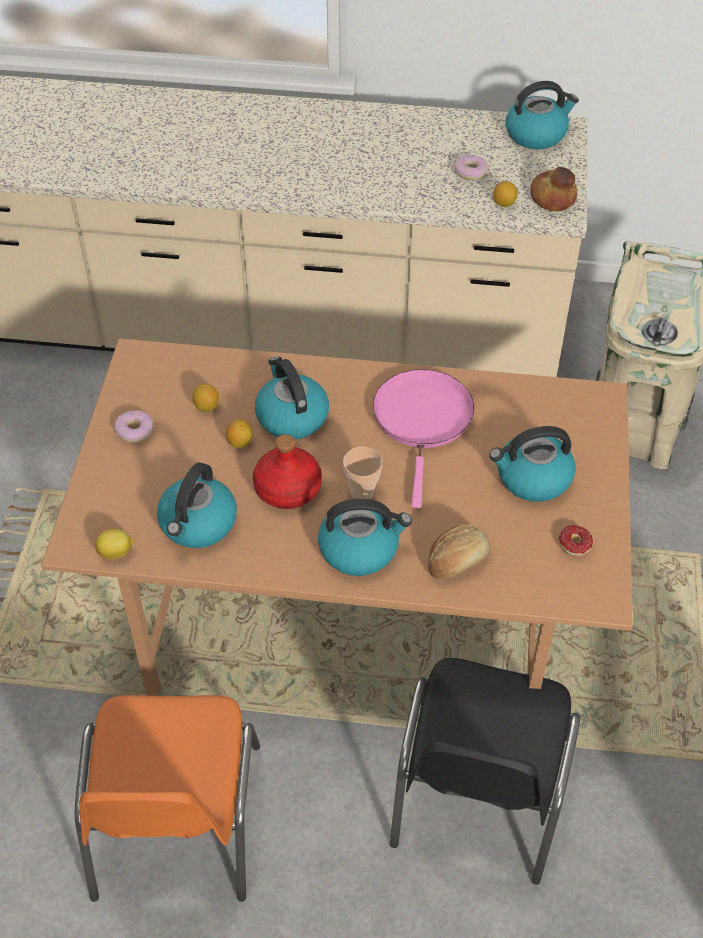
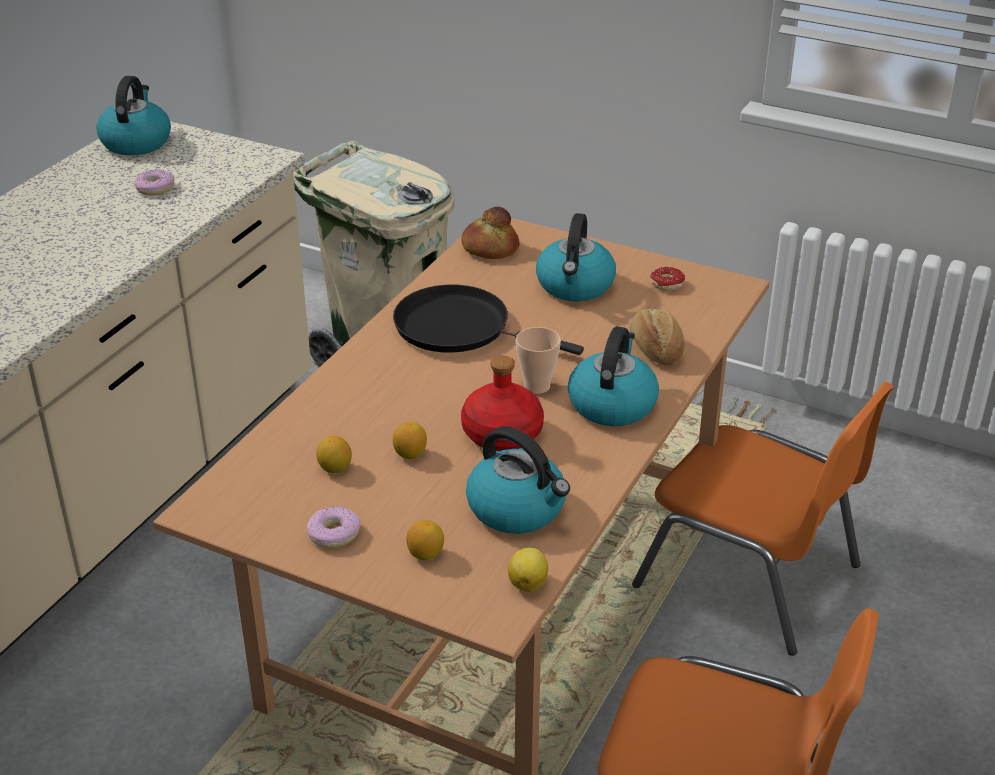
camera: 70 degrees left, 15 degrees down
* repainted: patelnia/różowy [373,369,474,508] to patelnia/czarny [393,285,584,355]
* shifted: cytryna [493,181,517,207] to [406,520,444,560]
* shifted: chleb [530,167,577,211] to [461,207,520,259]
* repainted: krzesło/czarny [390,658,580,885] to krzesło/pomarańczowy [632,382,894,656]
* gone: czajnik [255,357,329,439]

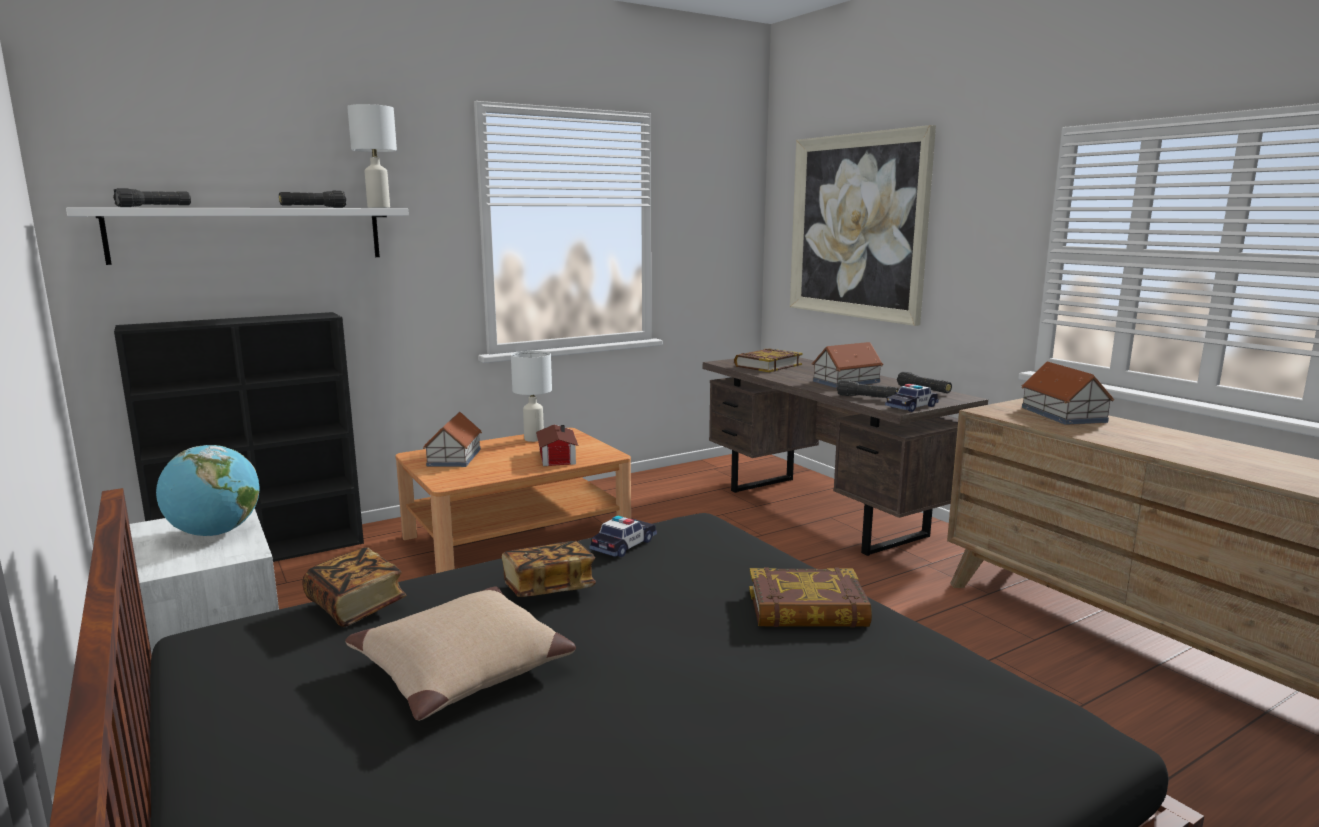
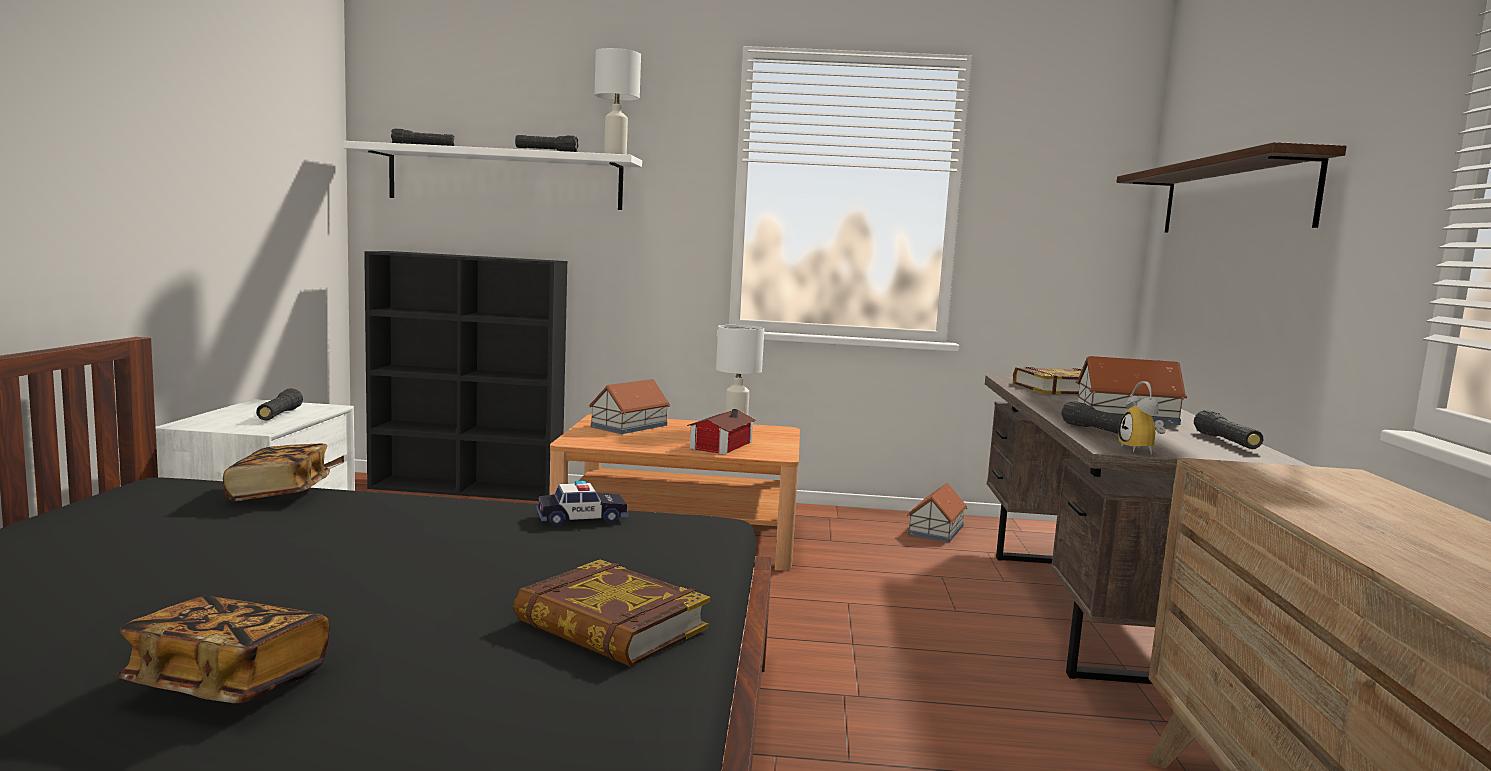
camera: 35 degrees right, 5 degrees down
* shifted: książka [502,541,596,597] to [117,596,330,703]
* swapped: globus [156,445,259,536] to latarka/czarny [256,388,303,421]
* shifted: domek [1021,361,1114,425] to [907,483,967,543]
* swapped: obraz [790,125,936,326] to półka [1116,142,1347,233]
* swapped: samochodzik [885,384,939,412] to budzik [1118,381,1166,454]
* gone: poduszka/beżowy [345,586,576,721]

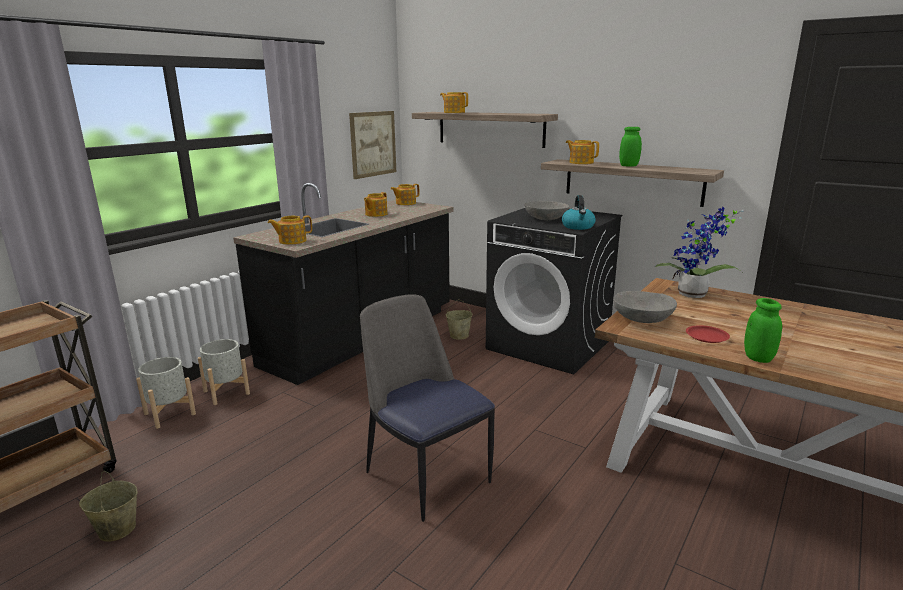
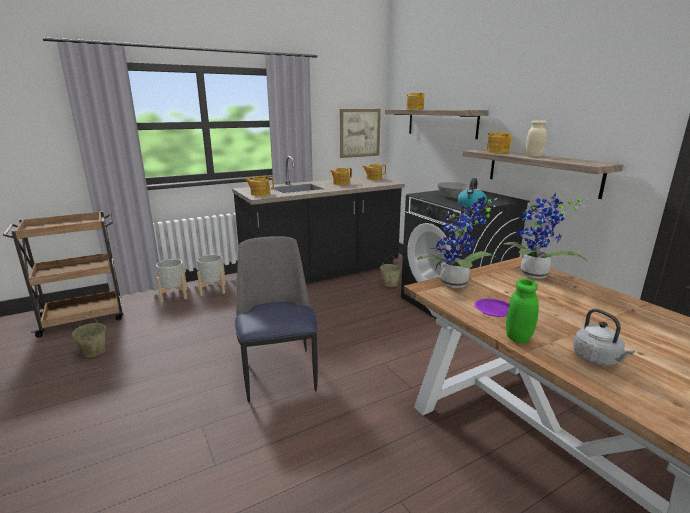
camera: 25 degrees right, 0 degrees up
* swapped: miska/szary [613,291,677,323] to roślina doniczkowa [417,196,497,288]
* repainted: talerz/czerwony [686,325,730,343] to talerz/fioletowy [474,299,510,317]
* repainted: słoik/zielony [619,127,642,167] to słoik/beżowy [525,120,547,157]
* new: czajnik/szary [573,309,635,366]

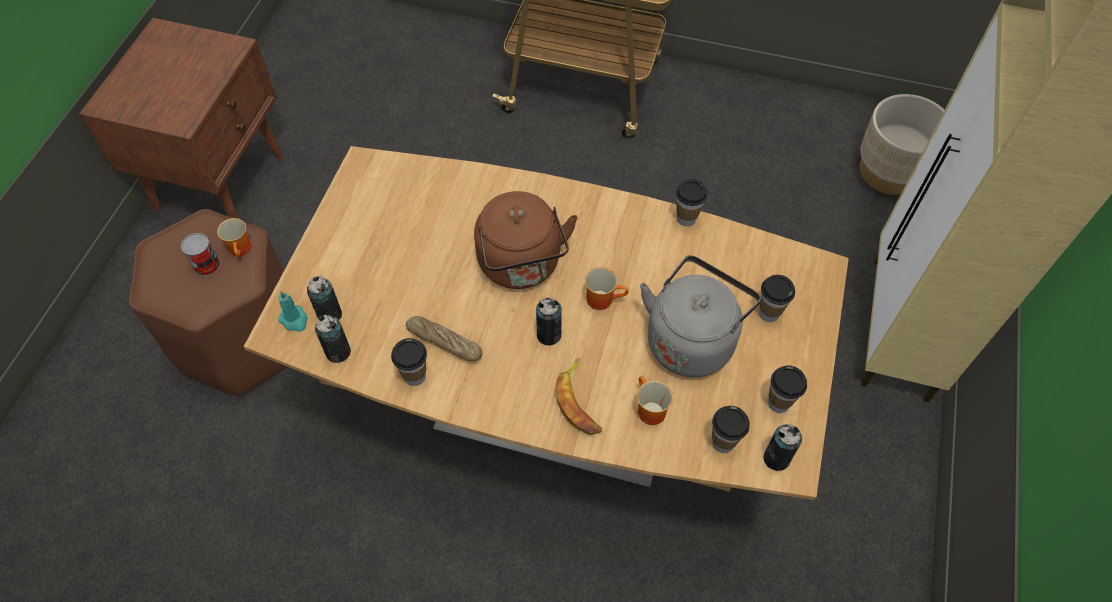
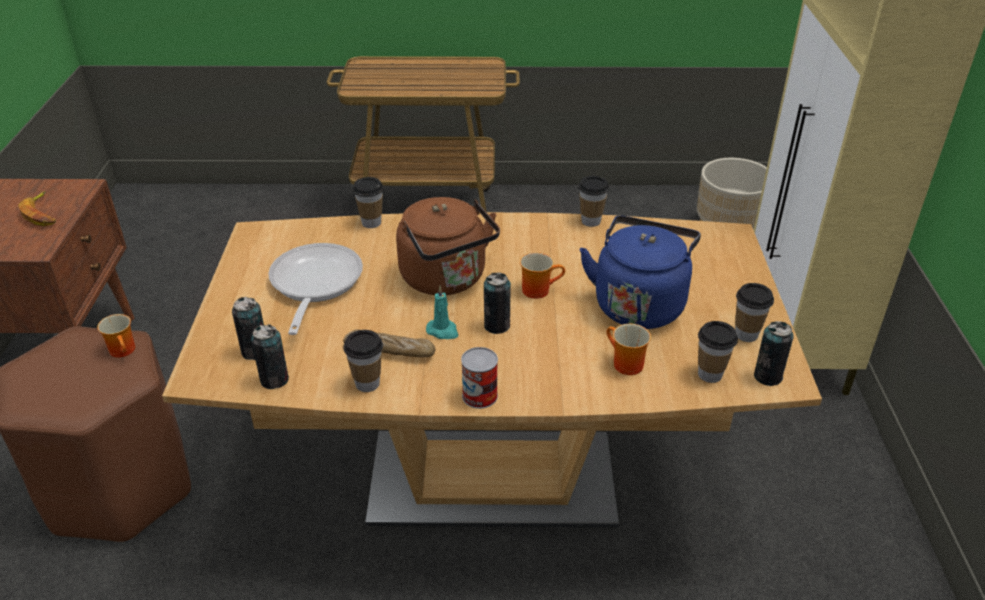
camera: 15 degrees left, 20 degrees down
* shifted: banan [555,358,602,434] to [18,191,56,226]
* new: patelnia [268,243,363,335]
* shifted: filiżanka [759,275,795,322] to [352,177,384,228]
* shifted: świeca/turkusowy [278,291,308,332] to [426,286,458,339]
* shifted: puszka [181,233,220,276] to [461,347,498,409]
* repainted: czajnik/szary [640,255,761,377] to czajnik/niebieski [580,216,701,329]

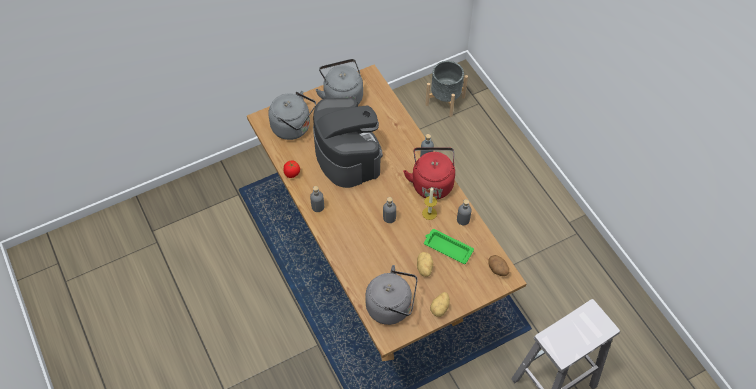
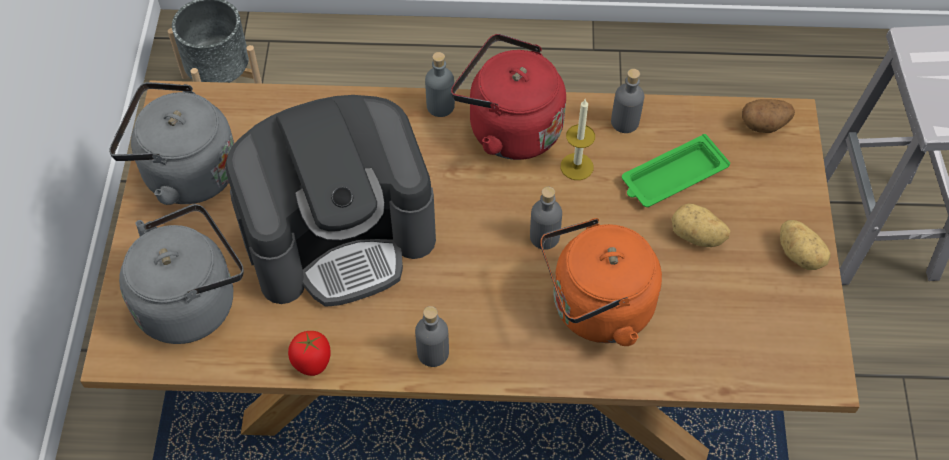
camera: 60 degrees left, 0 degrees up
* rotated: ekspres do kawy [313,97,383,188] = [225,95,436,307] 150 degrees clockwise
* new: czajnik/pomarańczowy [540,218,662,346]
* gone: czajnik/szary [365,265,418,325]

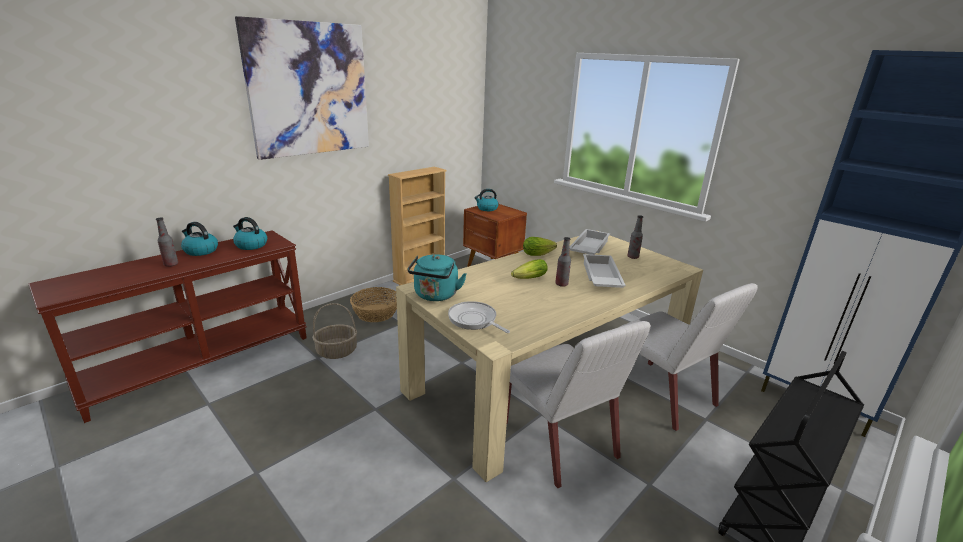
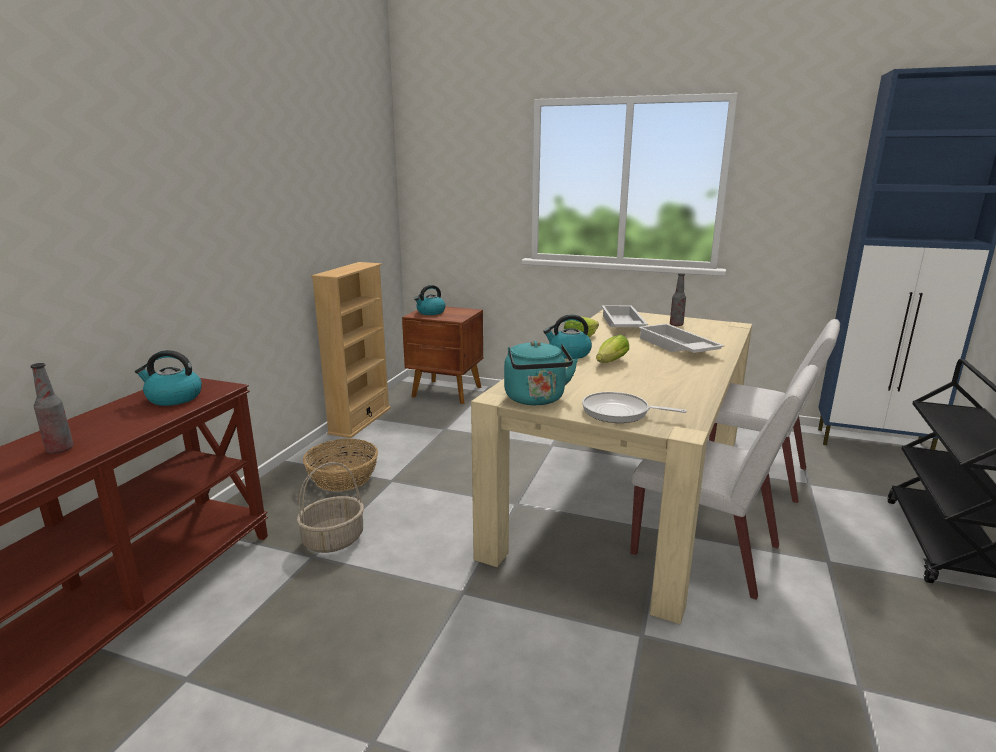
camera: 25 degrees left, 5 degrees down
* shifted: czajnik [181,222,218,256] to [543,314,592,359]
* gone: obraz [235,16,369,160]
* gone: butelka [555,237,571,287]

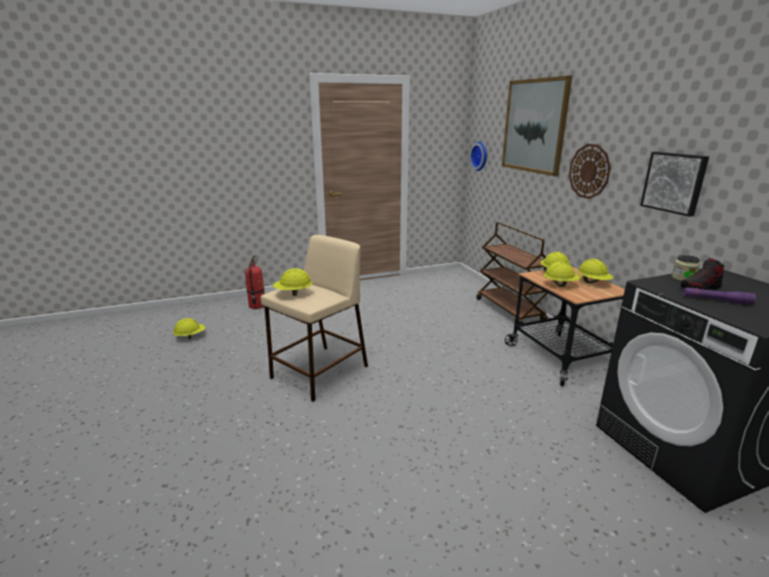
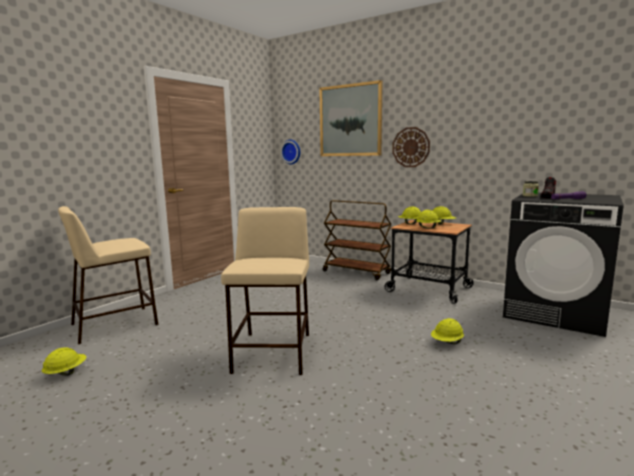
camera: 35 degrees left, 10 degrees down
* swapped: gaśnica [245,255,265,309] to stołek/beżowy [58,206,158,344]
* shifted: kask/żółty [273,268,313,296] to [431,318,464,344]
* gone: obraz [640,152,709,217]

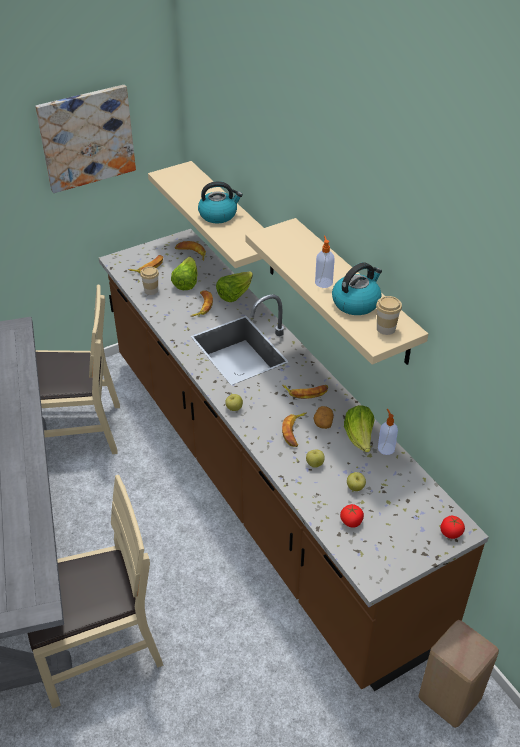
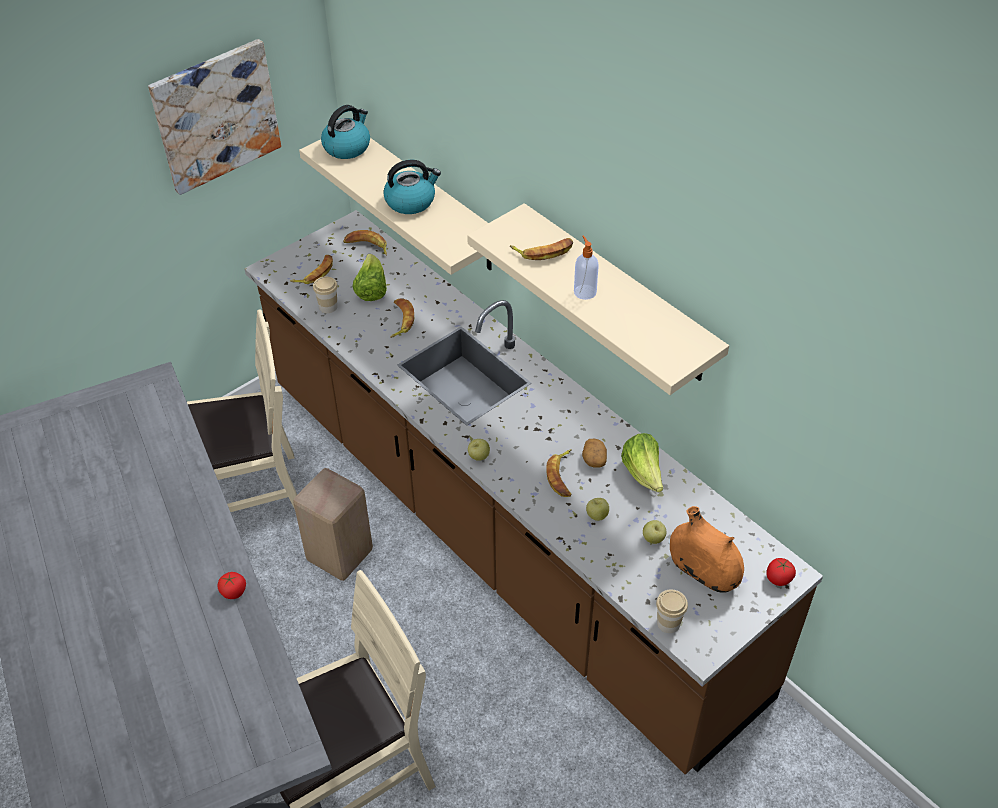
camera: 10 degrees left, 5 degrees up
* shifted: pomidor [340,504,364,528] to [218,572,246,599]
* shifted: stołek/beżowy [418,620,499,728] to [293,468,373,581]
* shifted: czajnik [332,262,382,315] to [321,105,370,159]
* shifted: banan [282,385,328,399] to [510,238,573,260]
* shifted: filiżanka [376,296,402,335] to [656,589,688,633]
* new: wazon/pomarańczowy [670,506,744,593]
* gone: sałata [216,271,253,302]
* gone: dozownik mydła [378,409,398,455]

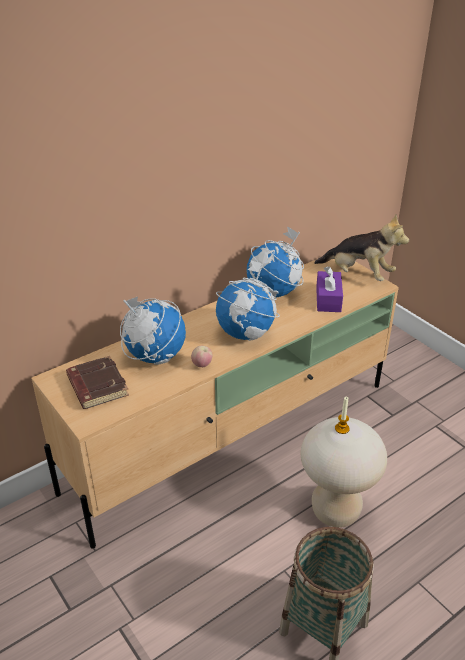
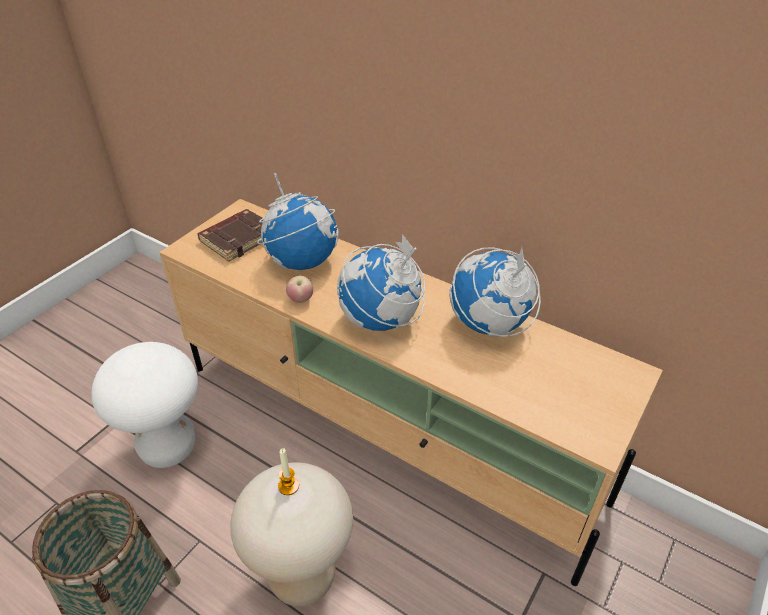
camera: 70 degrees right, 5 degrees up
* new: stołek/biały [91,342,198,468]
* gone: pluszak [314,214,409,281]
* gone: pudełko chusteczek/fioletowy [316,266,343,312]

